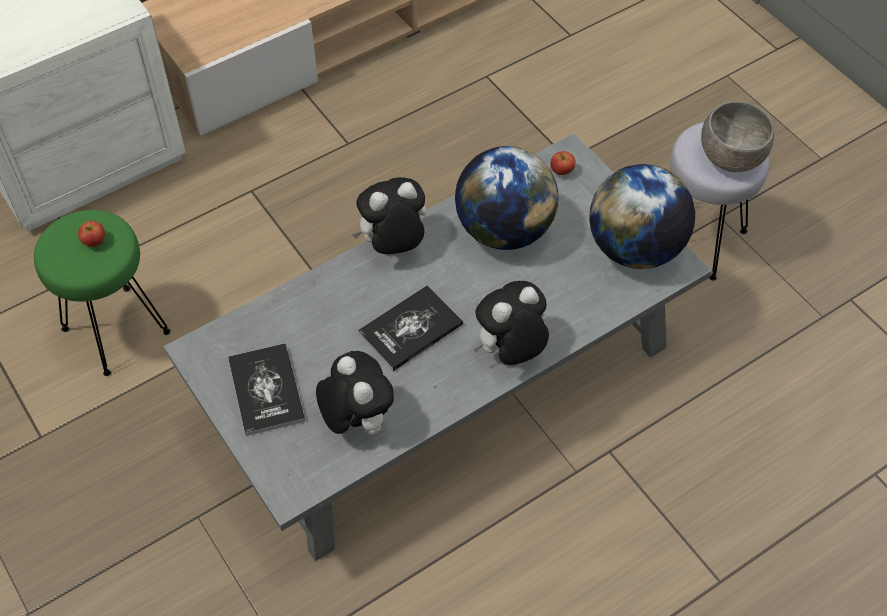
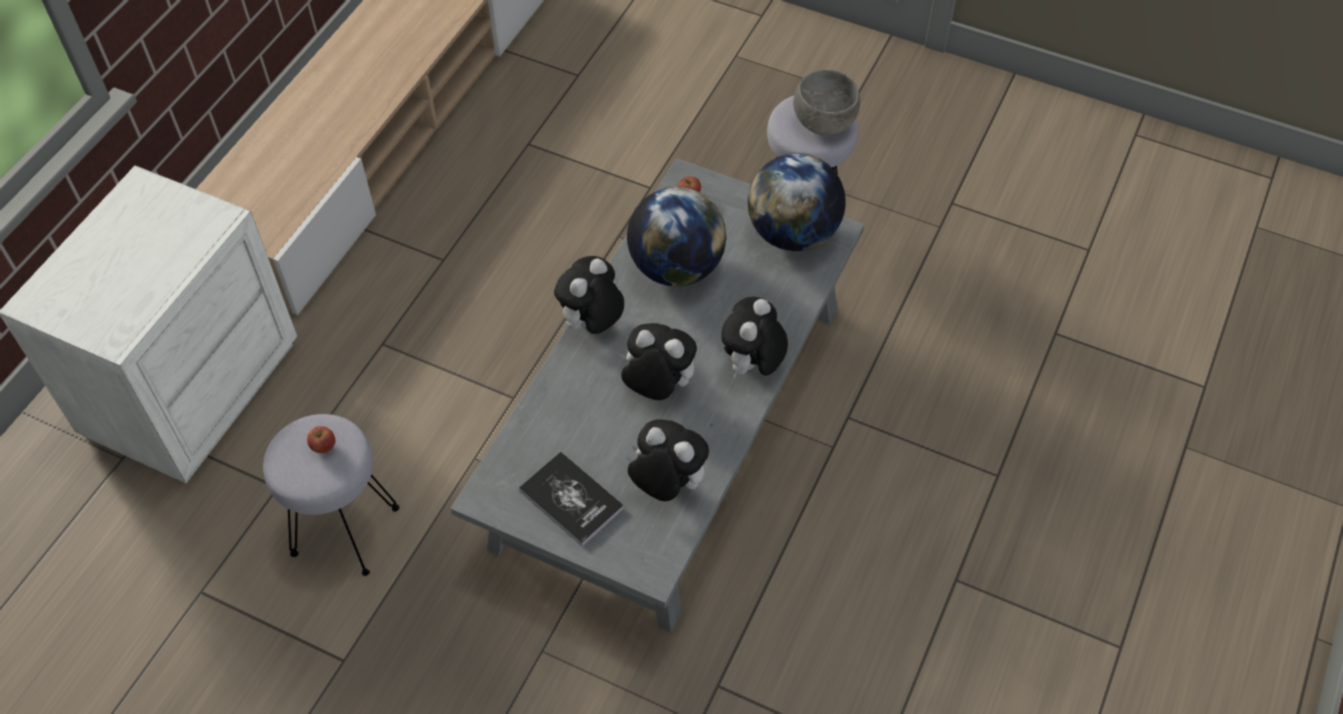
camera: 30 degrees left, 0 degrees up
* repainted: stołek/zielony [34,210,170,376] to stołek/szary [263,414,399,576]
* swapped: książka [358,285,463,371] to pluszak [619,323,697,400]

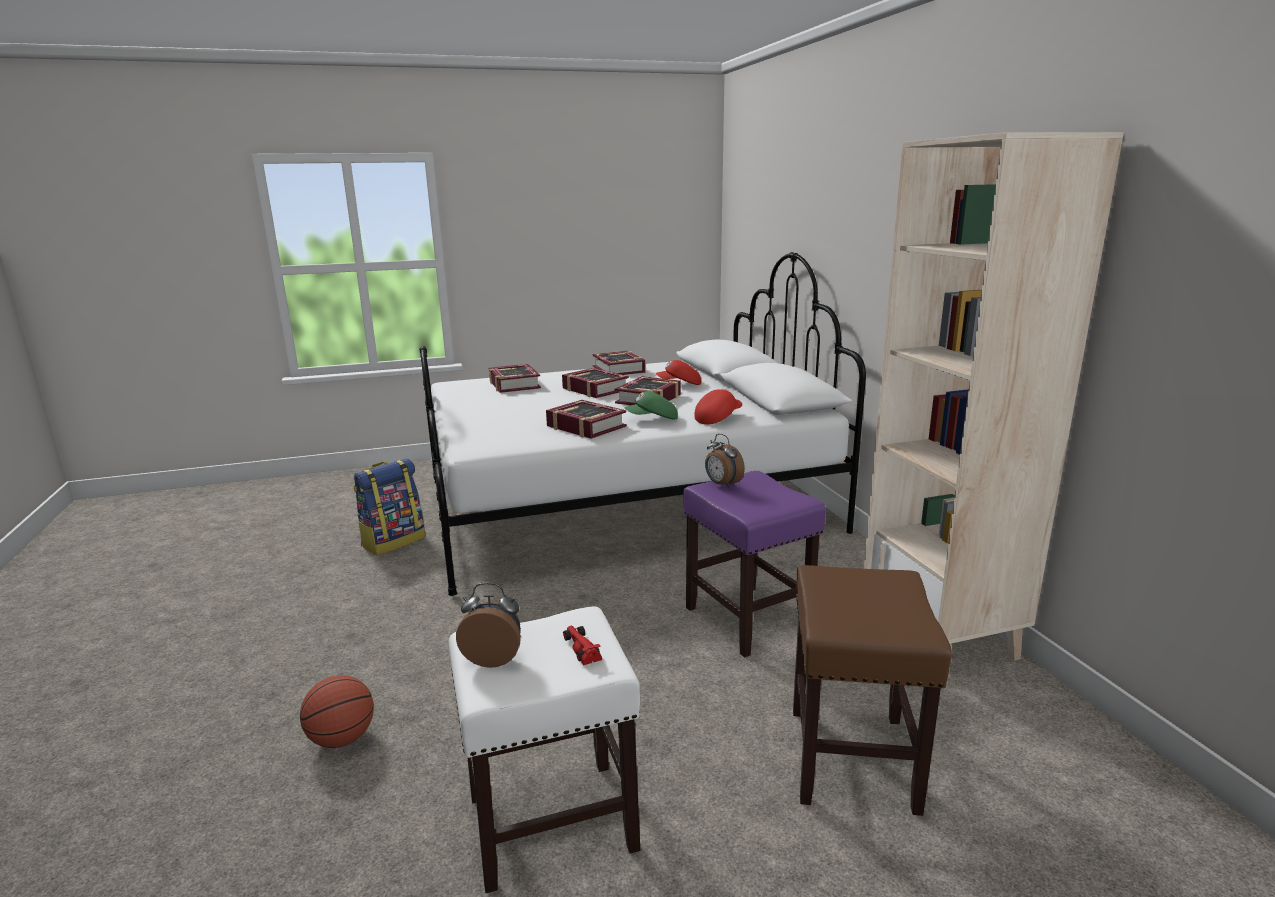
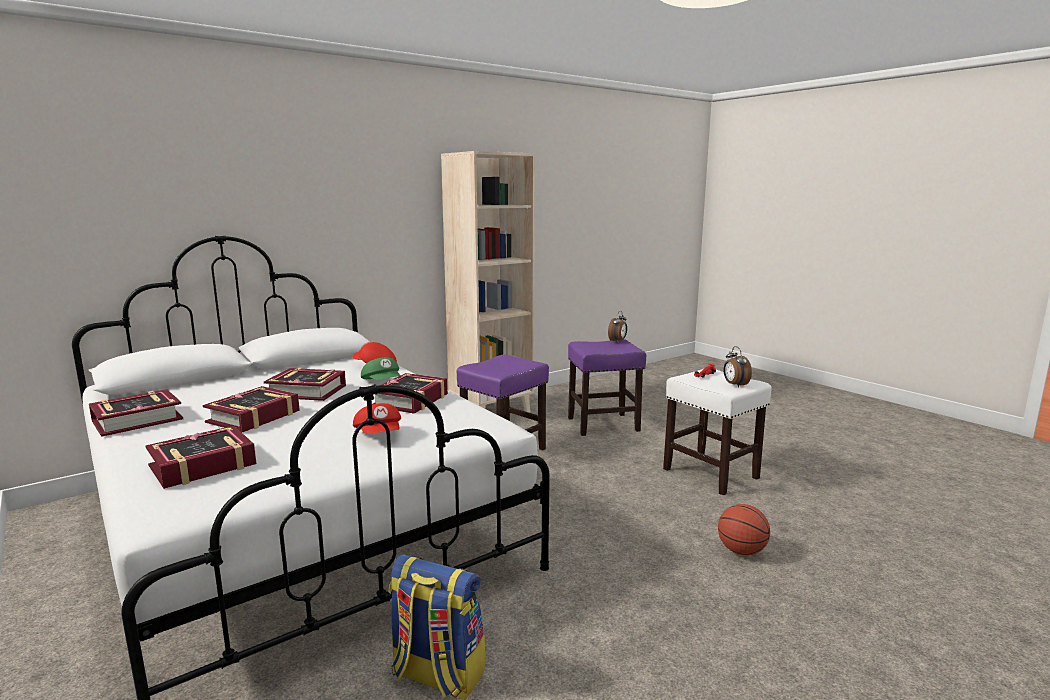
camera: 110 degrees left, 5 degrees down
* shifted: czapka z daszkiem/czerwony [655,360,701,385] to [353,403,401,434]
* repainted: stołek/brązowy [793,565,952,816] to stołek/fioletowy [568,339,646,436]
* shifted: budzik [705,433,745,488] to [608,311,627,342]

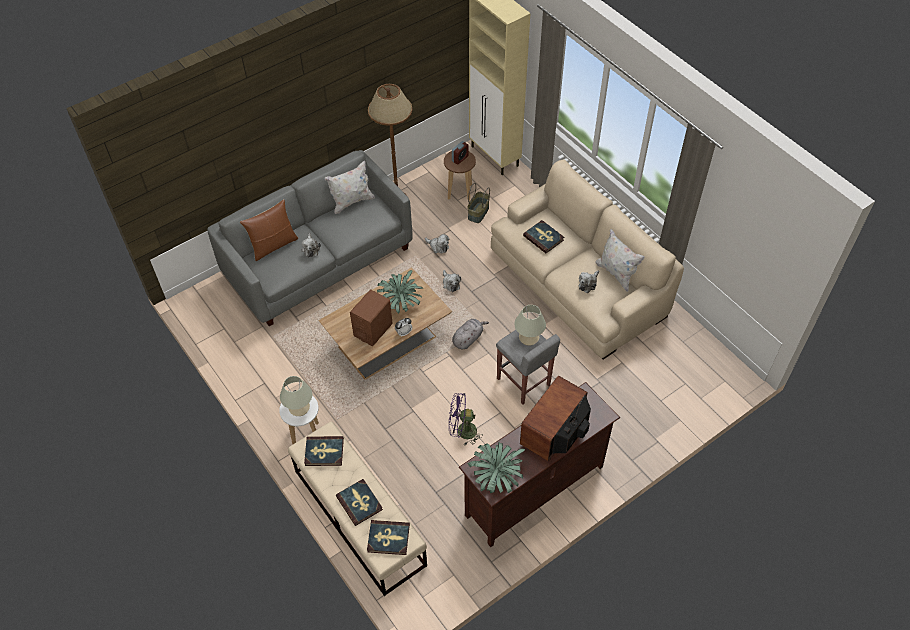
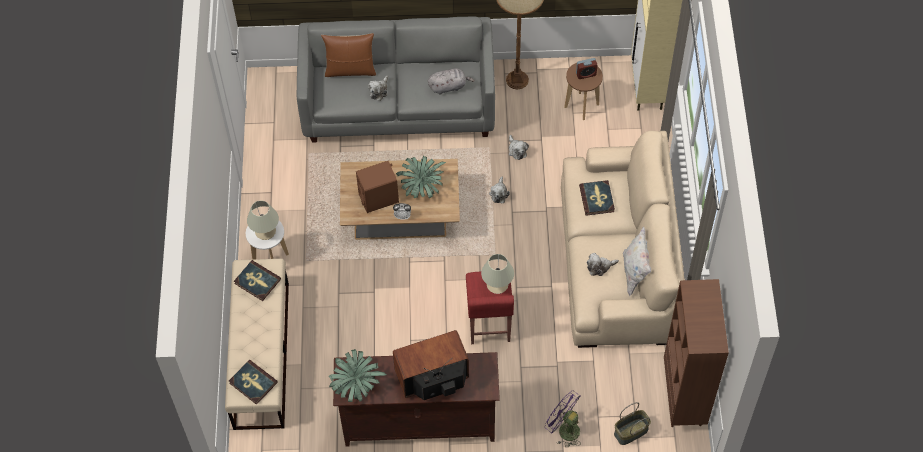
camera: 35 degrees right, 5 degrees up
* shifted: pluszak/szary [452,319,489,350] to [428,68,475,95]
* repainted: stołek/szary [496,330,560,405] to stołek/czerwony [466,272,514,344]
* shifted: wentylator/fioletowy [449,393,483,445] to [545,391,581,448]
* shifted: koszyk [468,183,490,223] to [614,402,651,445]
* new: regał/brązowy [664,279,729,427]
* gone: poduszka/biały [325,161,375,214]
* gone: książka [336,479,383,526]

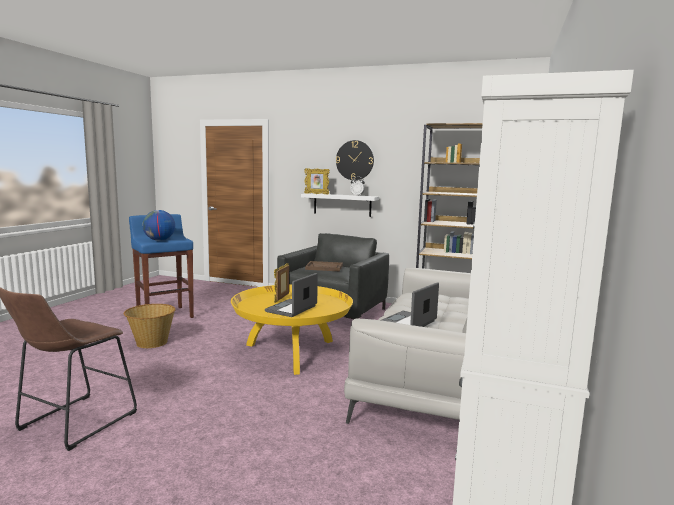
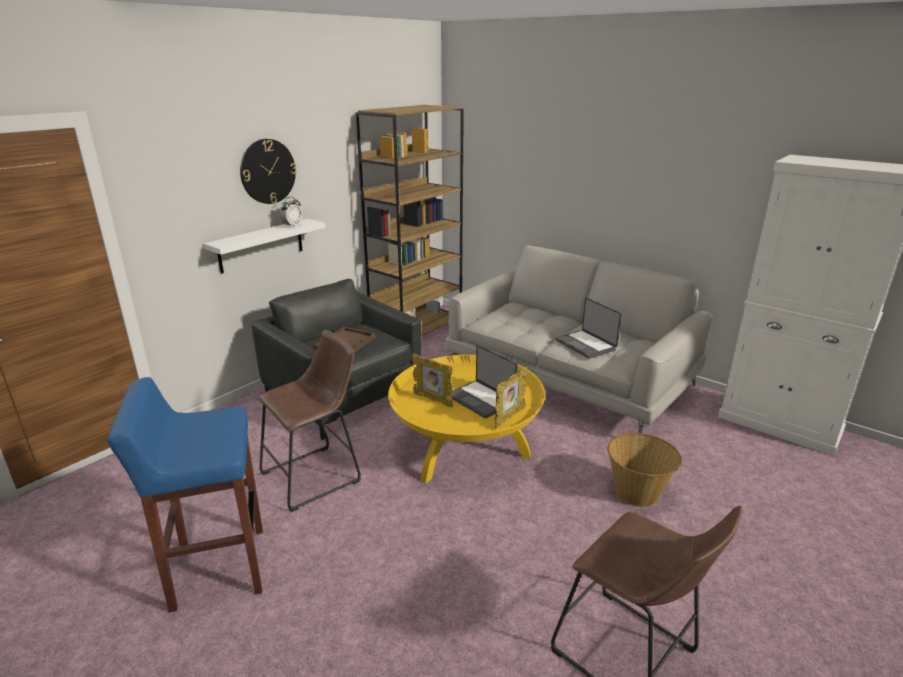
camera: 70 degrees left, 15 degrees up
* new: stołek/brązowy [259,330,361,512]
* shifted: ramka na zdjęcie [304,168,330,195] to [495,366,528,428]
* shifted: koszyk [124,304,176,348] to [608,433,682,507]
* gone: globus [142,210,175,241]

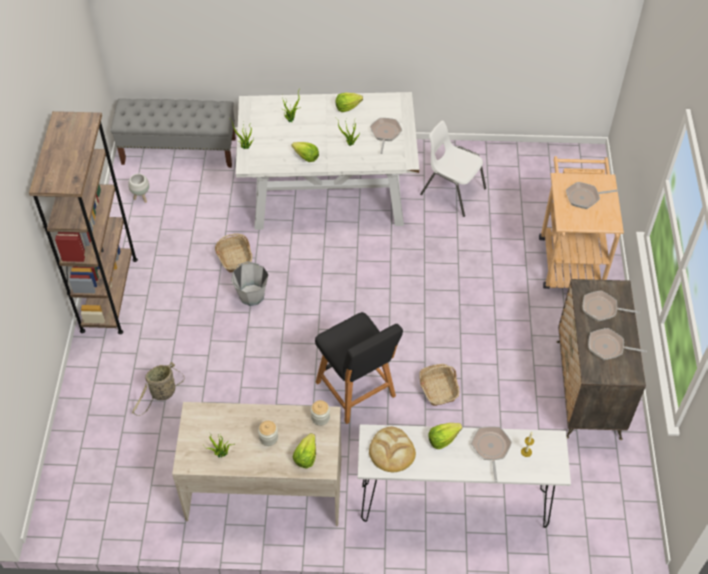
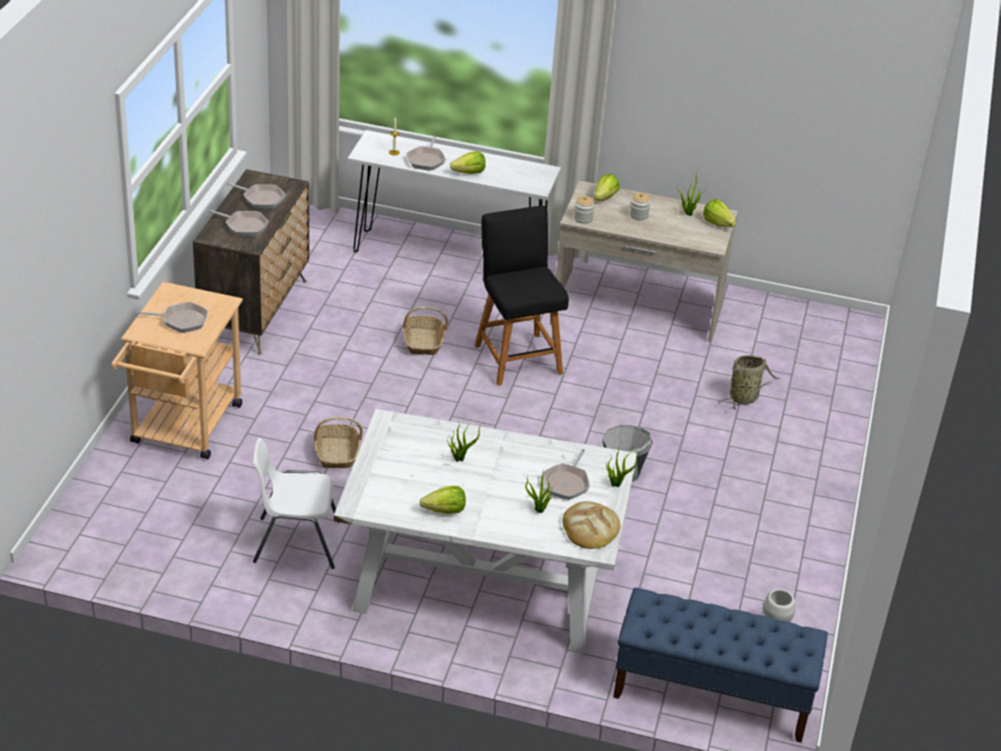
camera: 170 degrees left, 15 degrees down
* rotated: krzesło/biały [420,121,486,217] = [253,438,339,569] 135 degrees clockwise
* shifted: koszyk [215,233,252,273] to [314,417,363,468]
* shifted: patelnia [370,118,402,154] to [542,449,590,500]
* shifted: chleb [369,427,416,472] to [562,501,621,549]
* repainted: ławka/szary [111,99,236,168] to ławka/niebieski [613,588,828,743]
* shifted: sałata [291,142,319,162] to [703,199,736,227]
* gone: regał/brązowy [29,111,138,334]

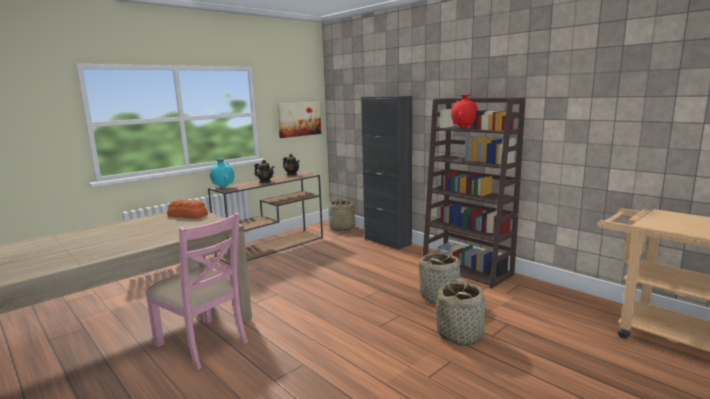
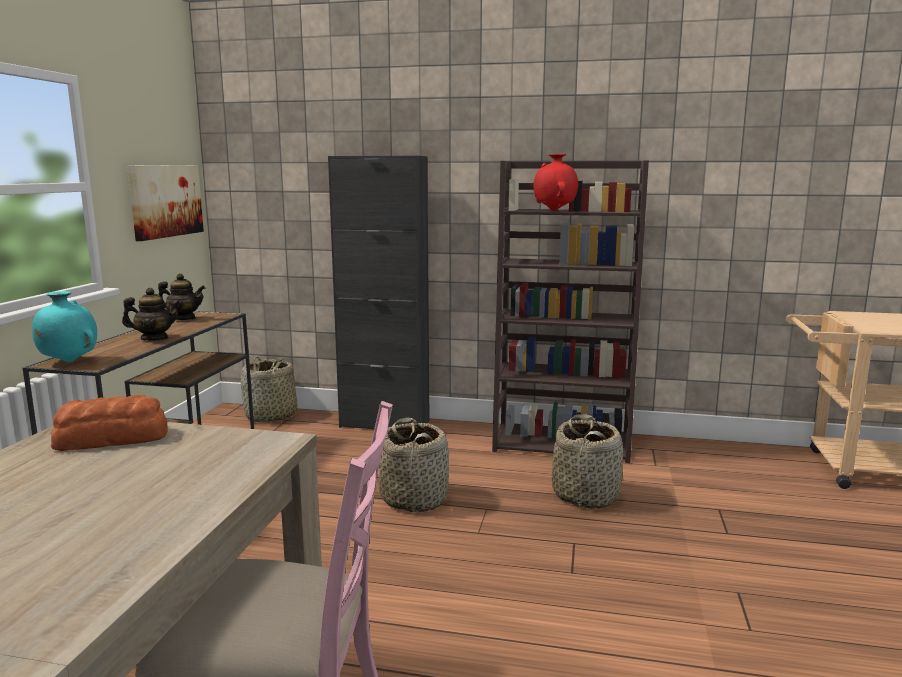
camera: 35 degrees left, 0 degrees up
* shifted: koszyk [436,278,485,346] to [379,417,449,512]

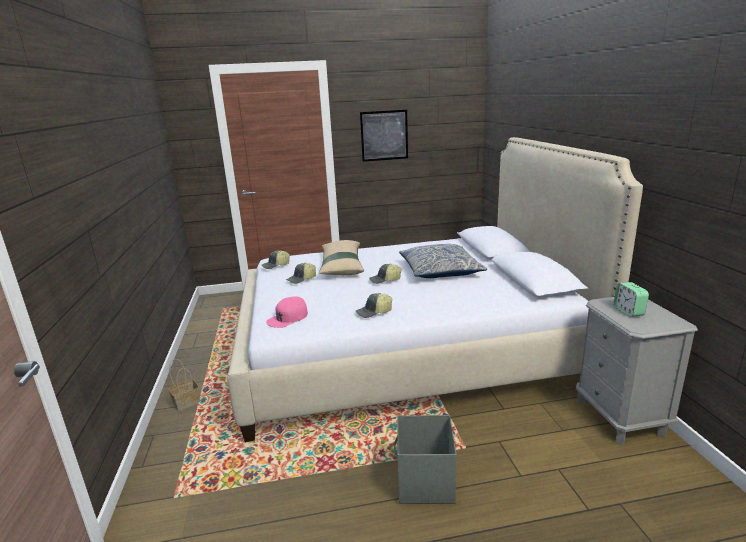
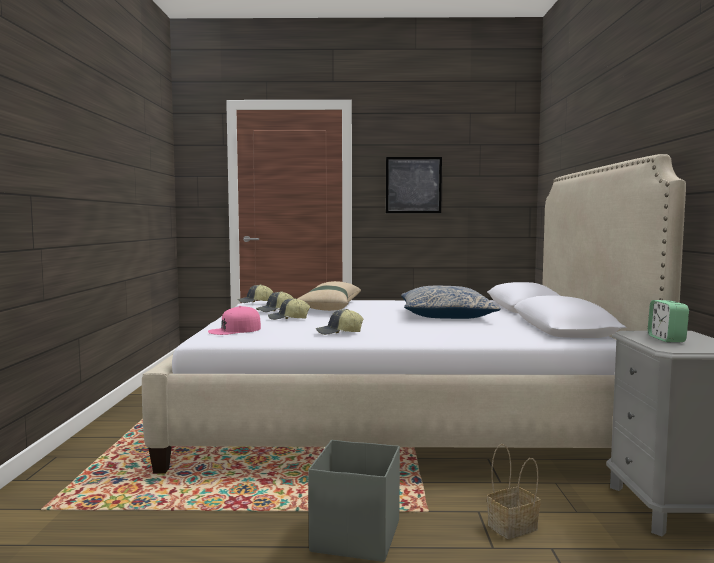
camera: 10 degrees right, 15 degrees down
* shifted: czapka z daszkiem [369,264,402,284] to [268,298,310,320]
* shifted: koszyk [168,359,200,411] to [487,444,541,539]

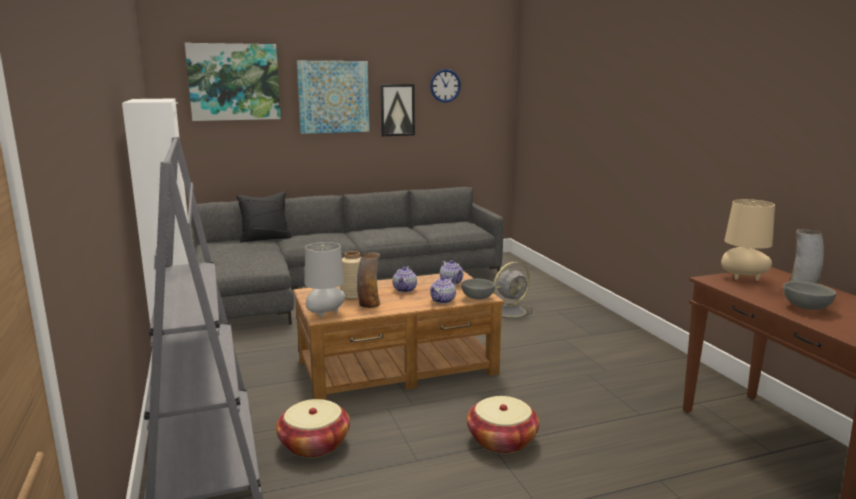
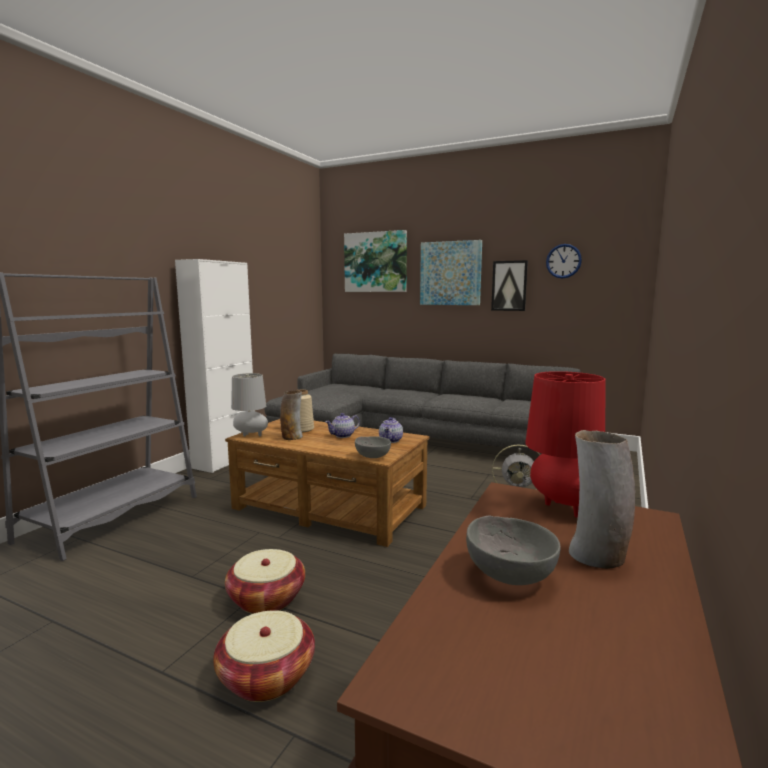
camera: 45 degrees right, 5 degrees down
* shifted: koszyk [276,399,350,458] to [213,610,315,702]
* repainted: lampa stołowa/beżowy [721,199,775,281] to lampa stołowa/czerwony [525,371,606,518]
* gone: poduszka/czarny [236,192,292,242]
* gone: imbryk [429,276,456,304]

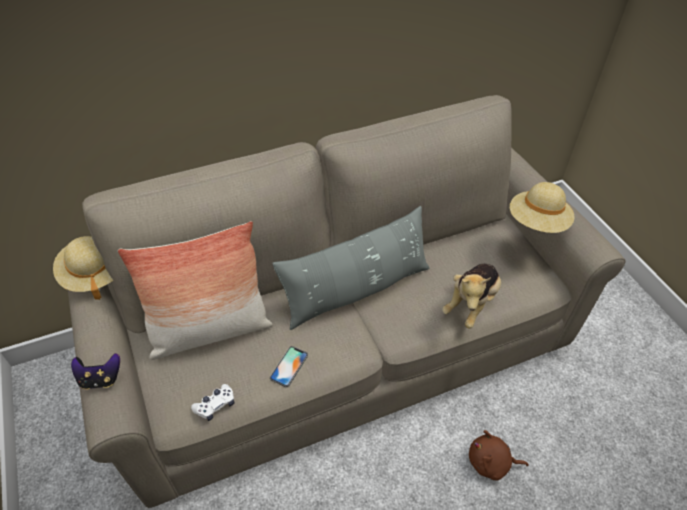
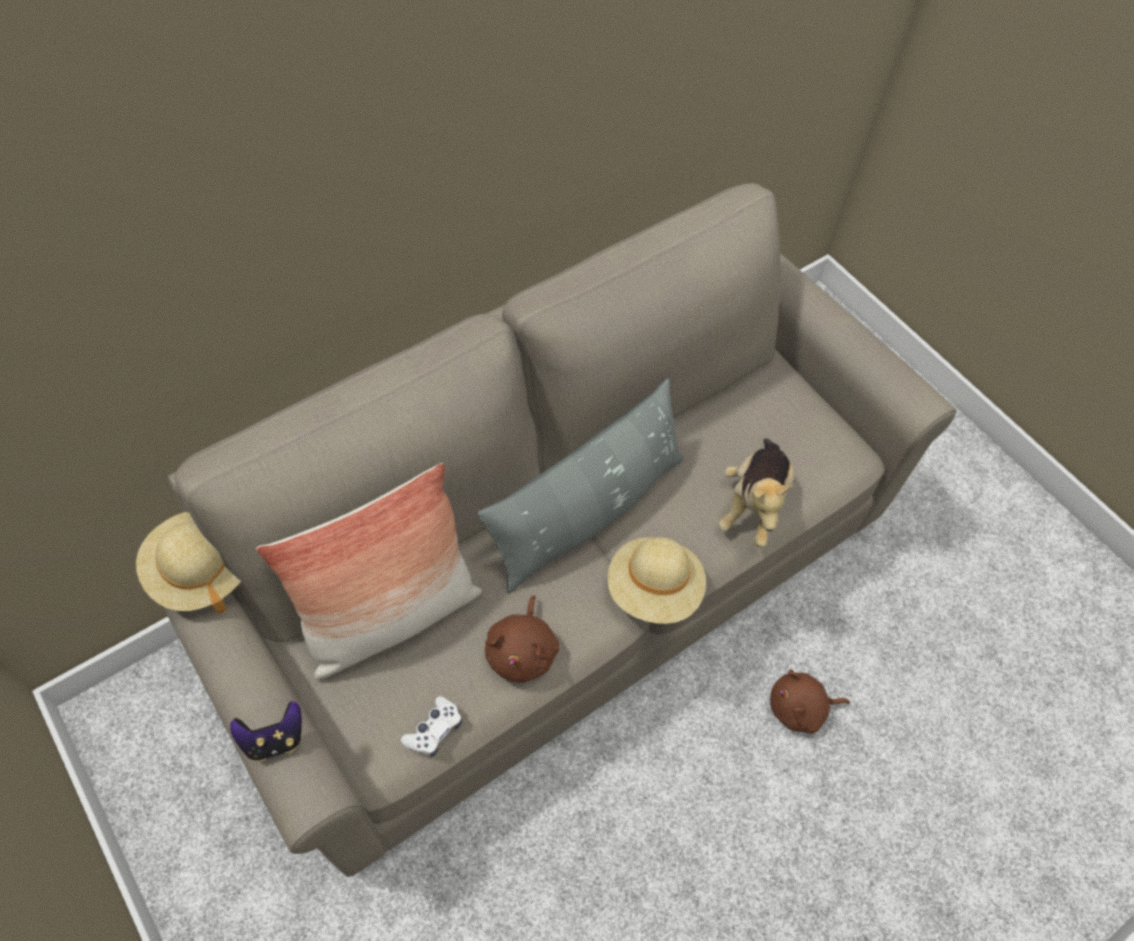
camera: 15 degrees left, 10 degrees up
* swapped: telefon [270,346,308,387] to pluszak/brązowy [485,596,559,683]
* shifted: kapelusz/beżowy [510,182,574,233] to [608,537,706,624]

